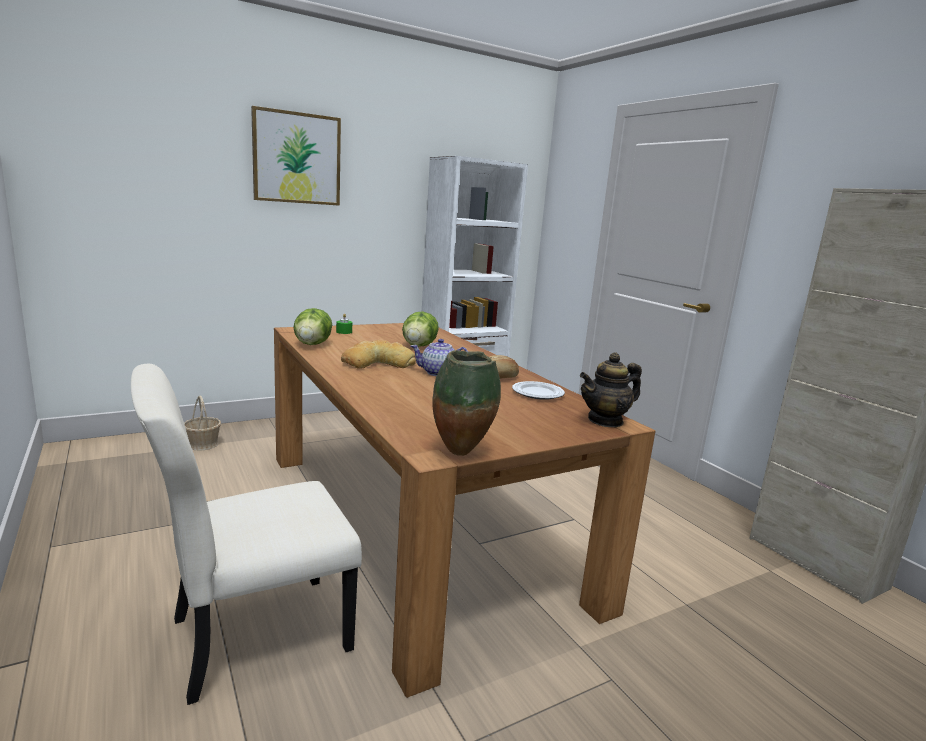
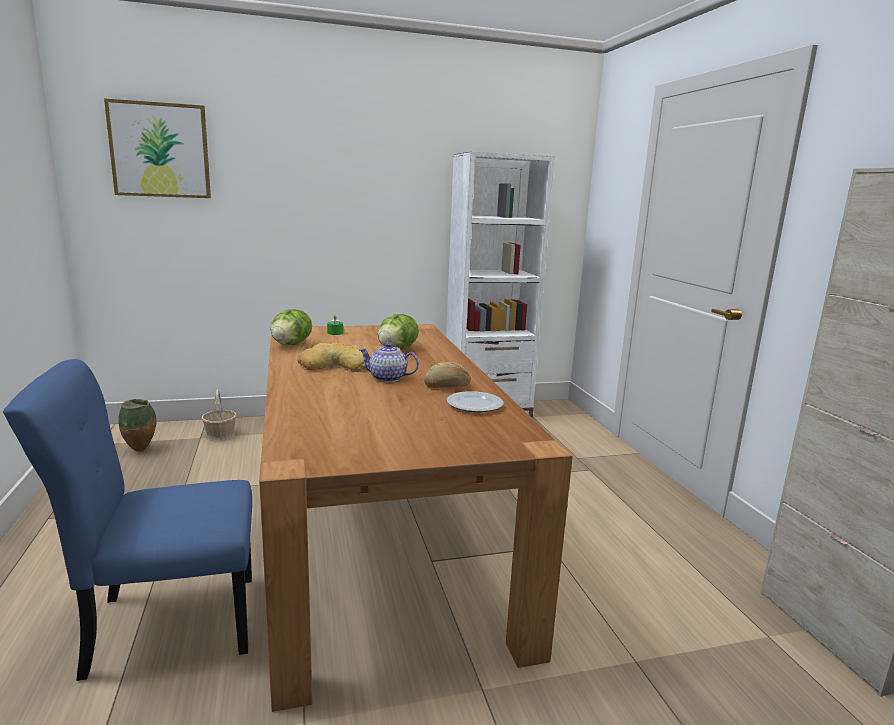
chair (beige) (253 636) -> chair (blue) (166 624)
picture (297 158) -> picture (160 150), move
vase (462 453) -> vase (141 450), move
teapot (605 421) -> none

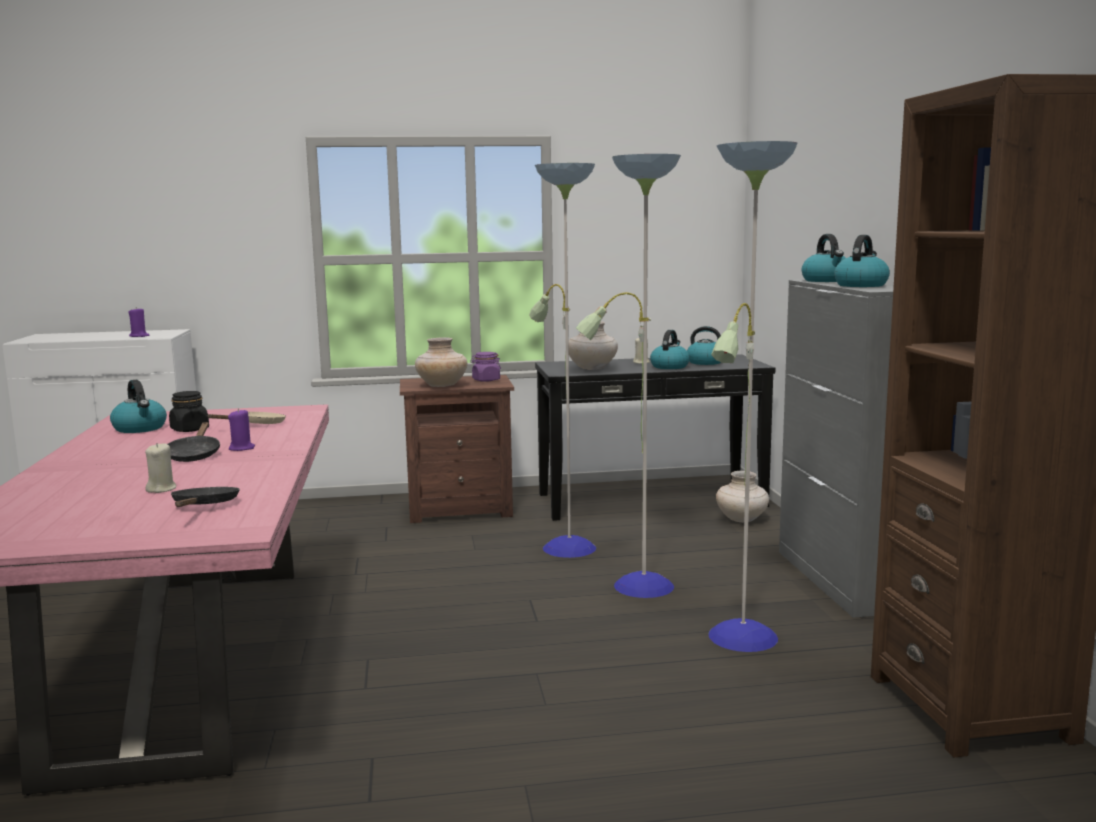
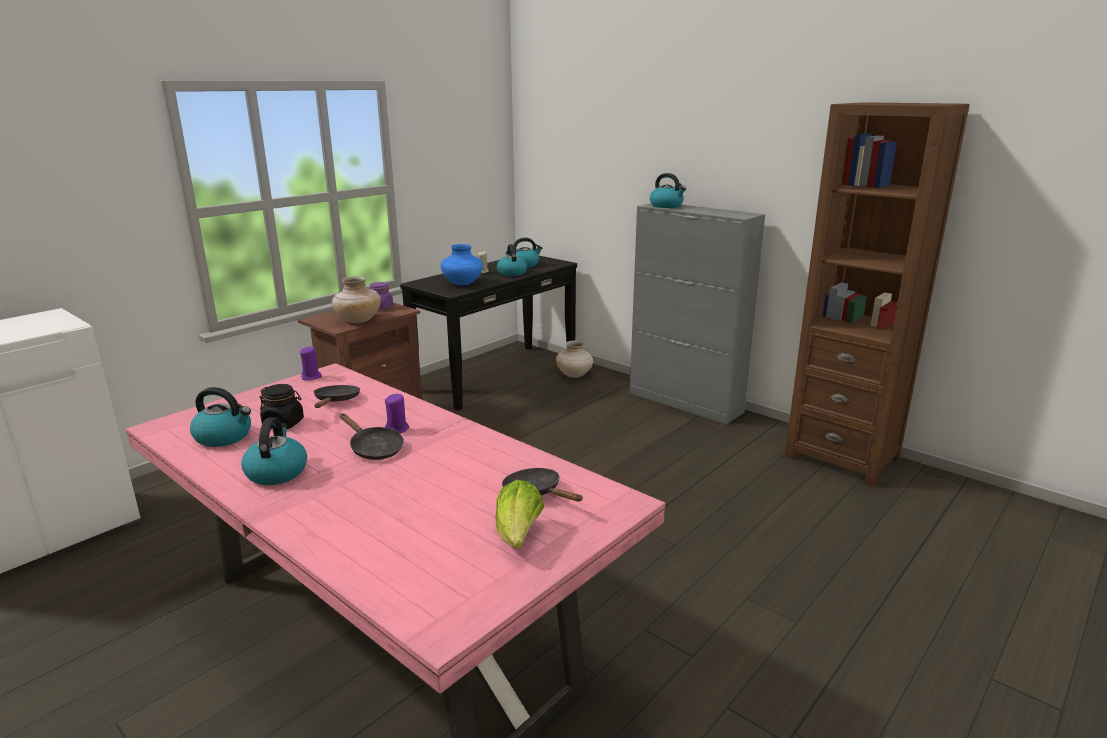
kettle (861 285) -> kettle (276 472), move
candle (purple) (139 336) -> candle (purple) (311 377), move
frying pan (beige) (257 425) -> frying pan (black) (336 401)
vase (beige) (592 368) -> vase (blue) (462 283)
none -> lettuce (518 536)
candle (beige) (161 489) -> none
floor lamp (639 587) -> none

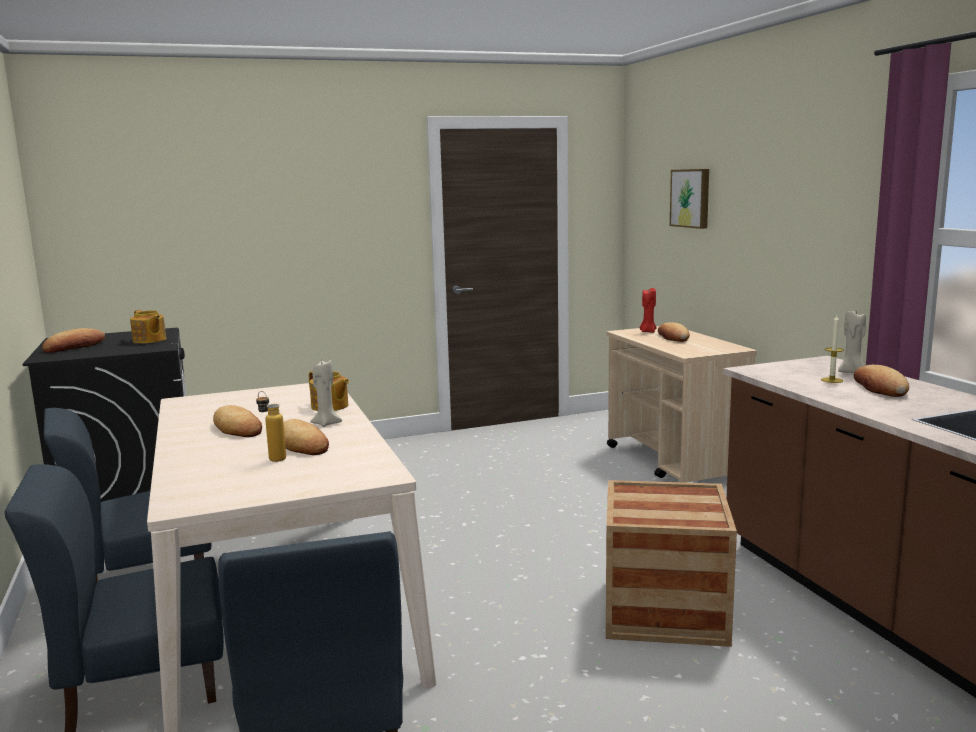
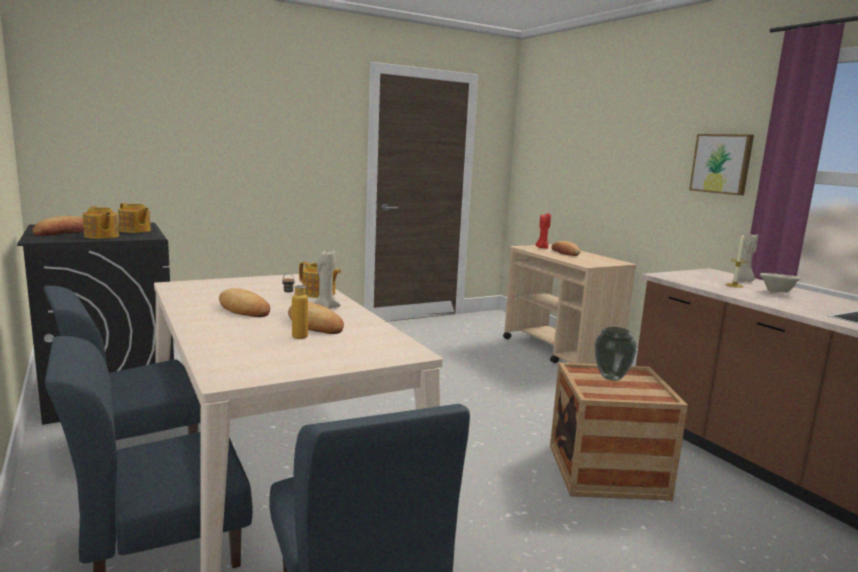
none -> teapot (101 236)
none -> vase (611 377)
picture (691 198) -> picture (722 163), move
bread (880 388) -> bowl (beige) (776 292)

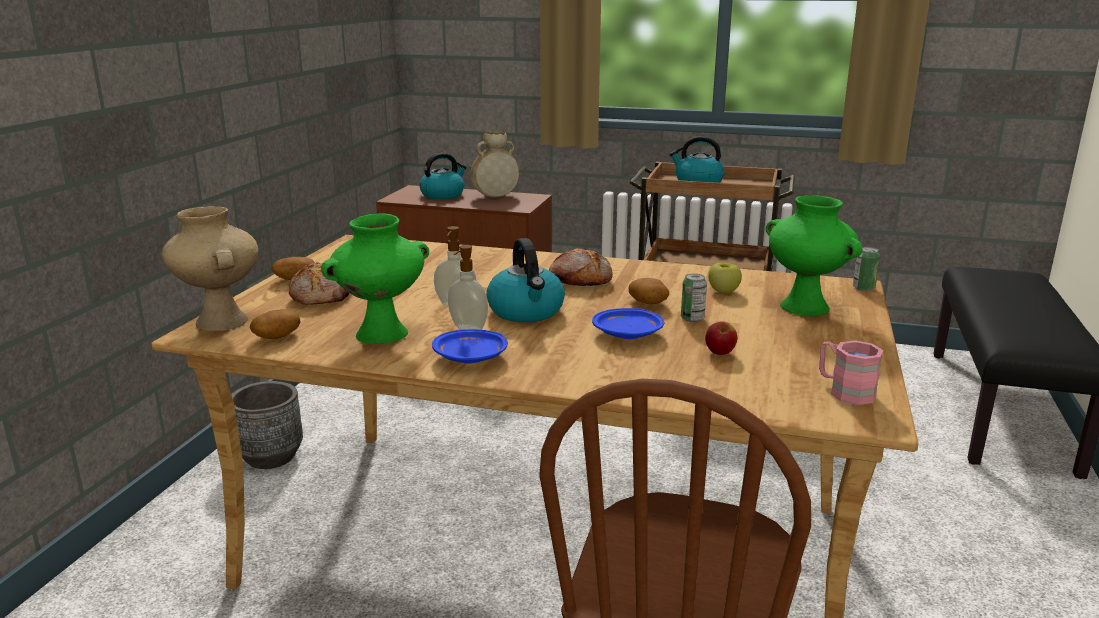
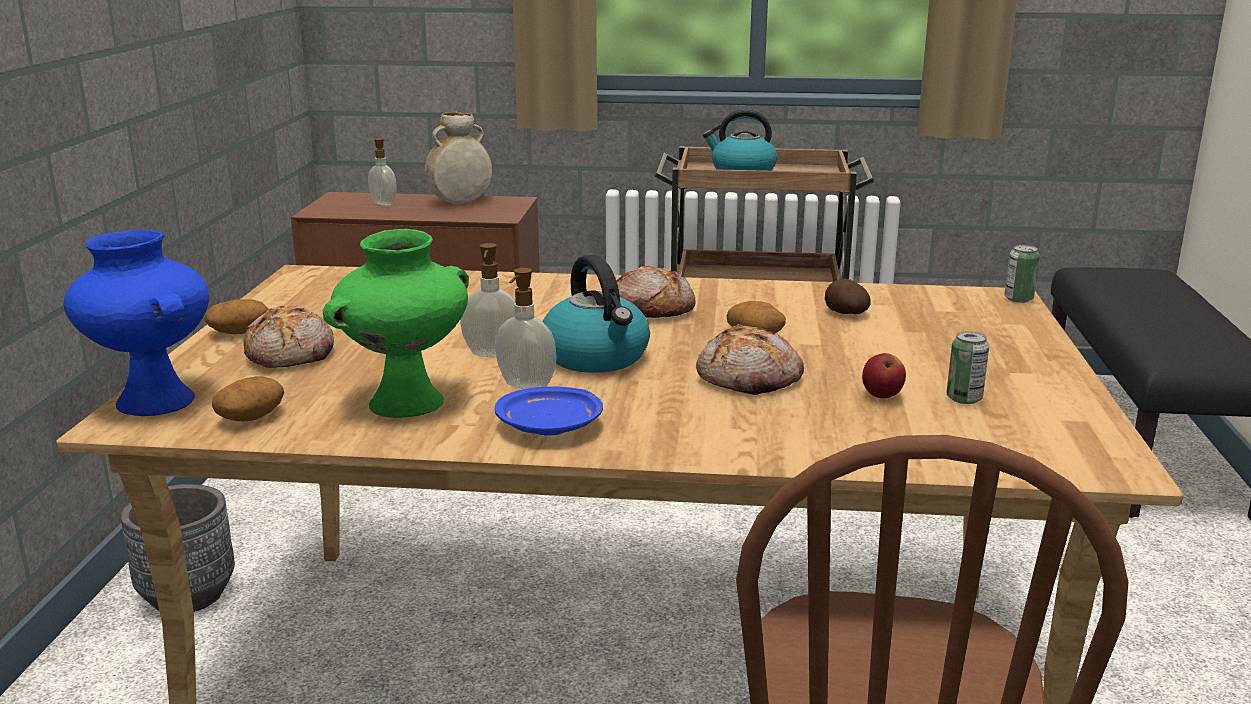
vase (beige) (220 321) -> vase (blue) (152 401)
kettle (443 195) -> soap dispenser (384 203)
plate (blue) (628 334) -> bread (750 379)
apple (723 291) -> potato (845 314)
can (692 318) -> can (964 398), move
vase (green) (806 307) -> none
mug (pink) (844 391) -> none

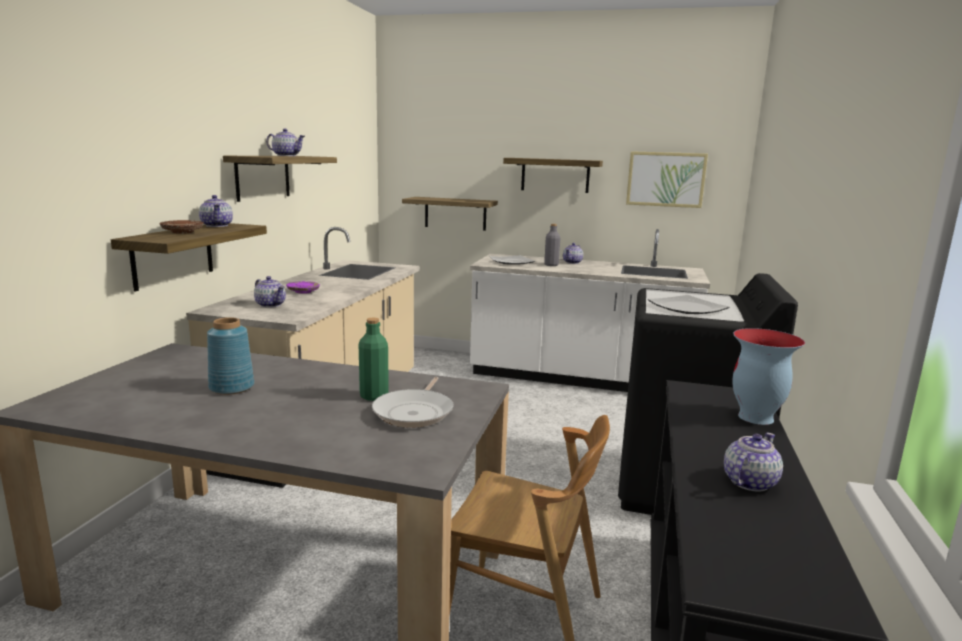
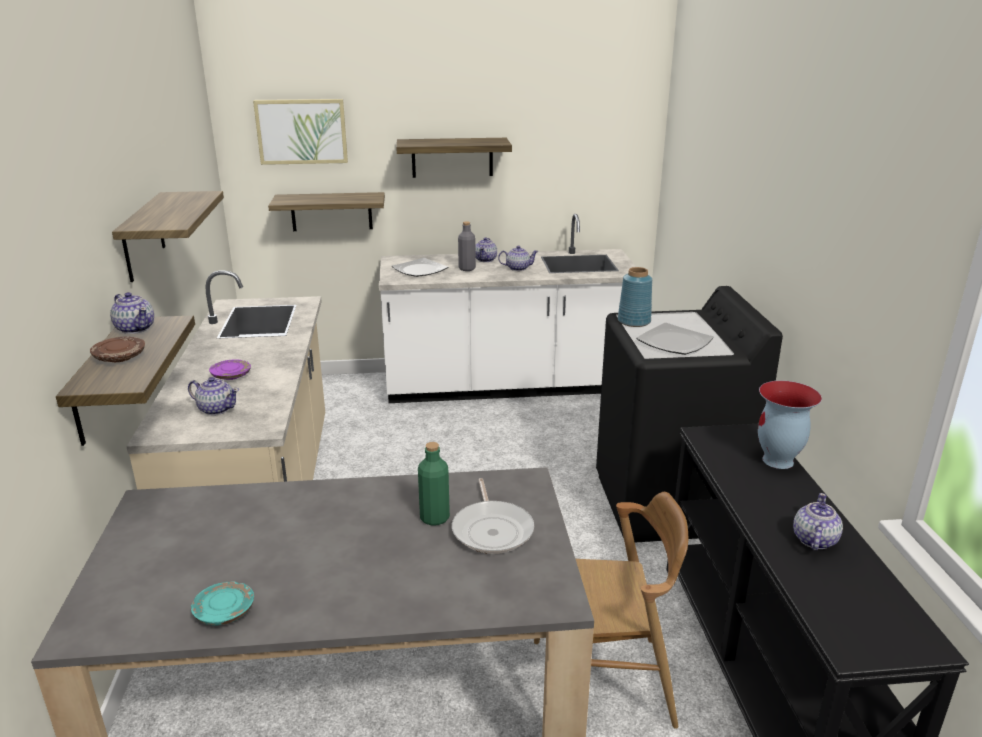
none -> plate (turquoise) (224 612)
picture (665 179) -> picture (301 131), move
teapot (286 155) -> teapot (517 268), move
vase (blue) (232 388) -> vase (blue) (634 321), move

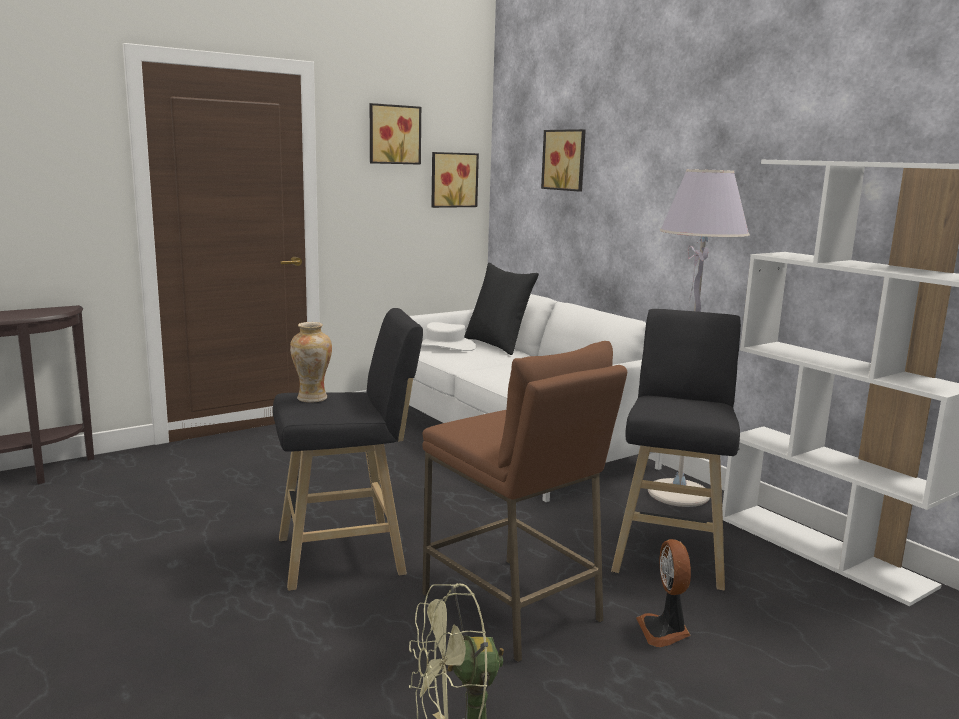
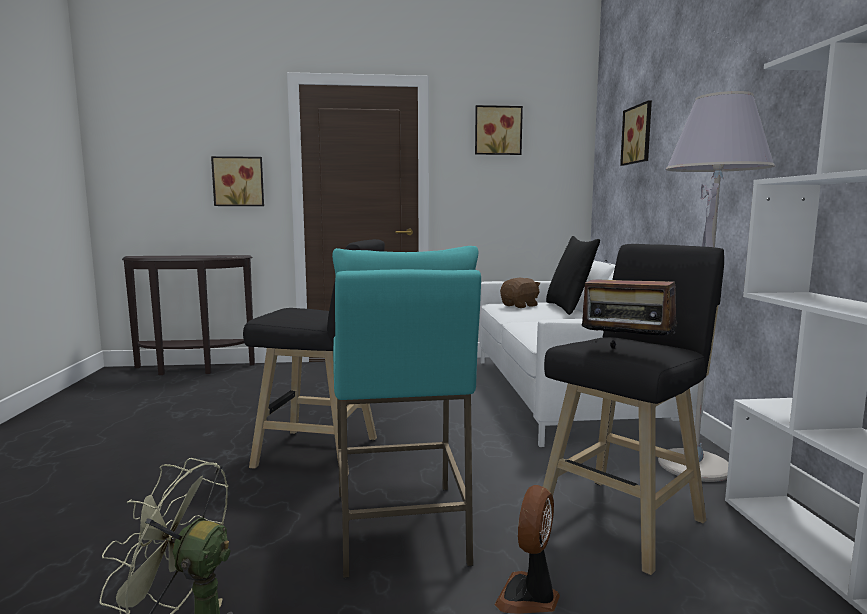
picture (453 180) -> picture (238 181), move
stool (brown) (512 607) -> stool (turquoise) (400 527)
hat (white) (445 346) -> plush toy (brown) (520 306)
none -> radio (626 353)
vase (312 398) -> none

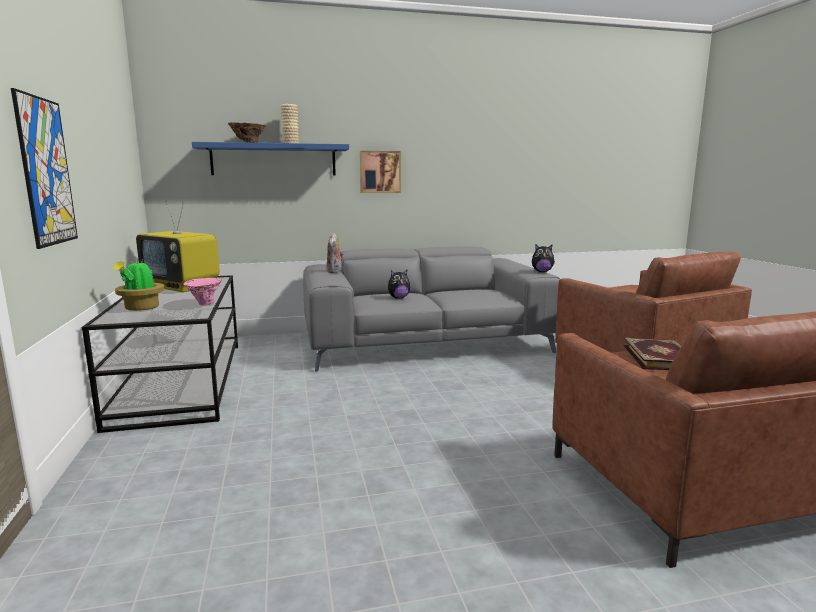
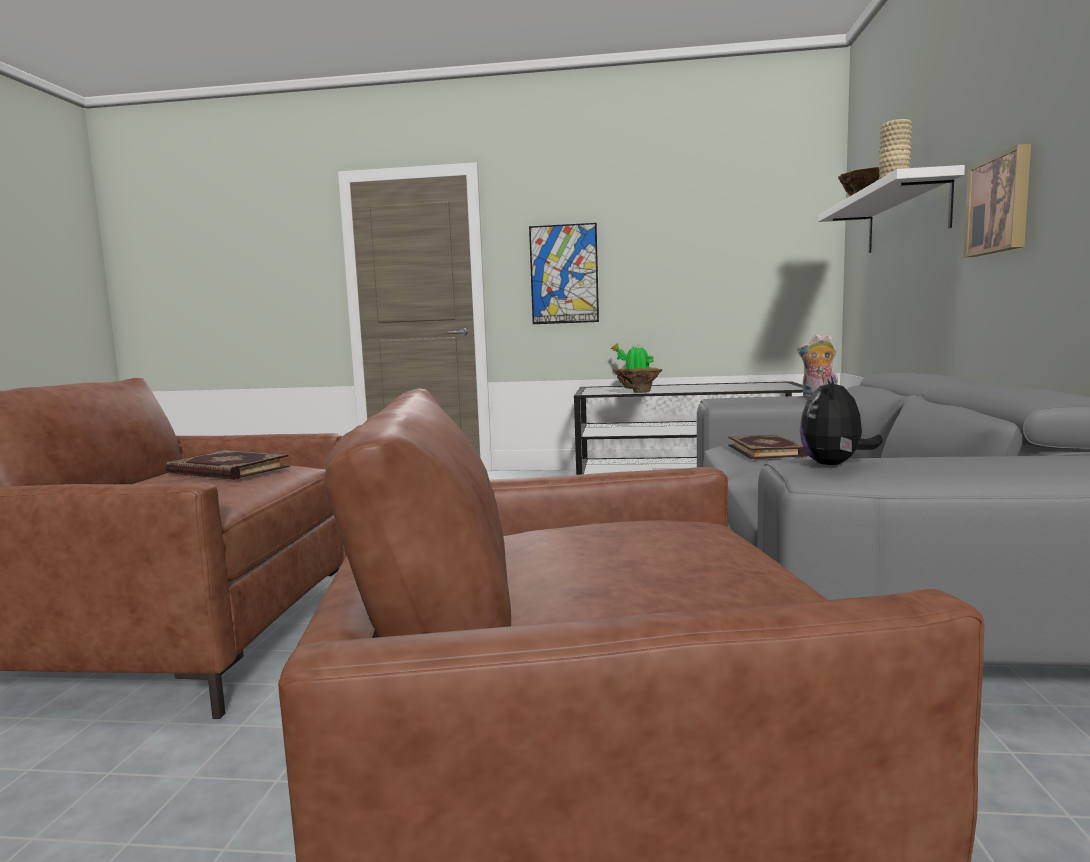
vase (pink) (204 304) -> vase (brown) (637 392)
plush toy (398 298) -> book (767 450)
shelf (blue) (274 160) -> shelf (white) (906 217)
television (182 286) -> none

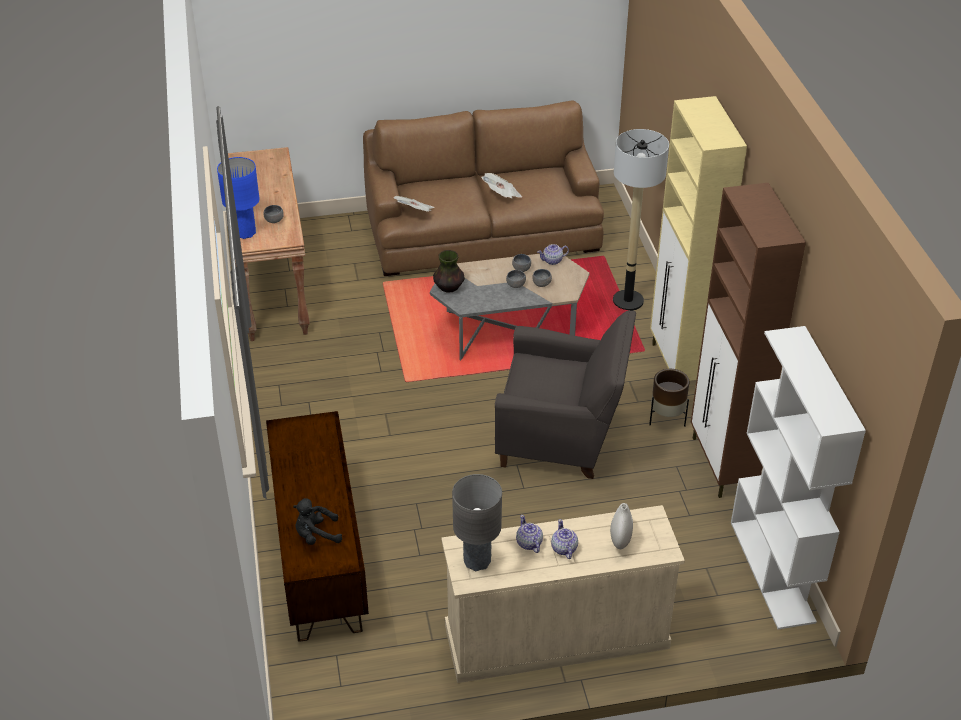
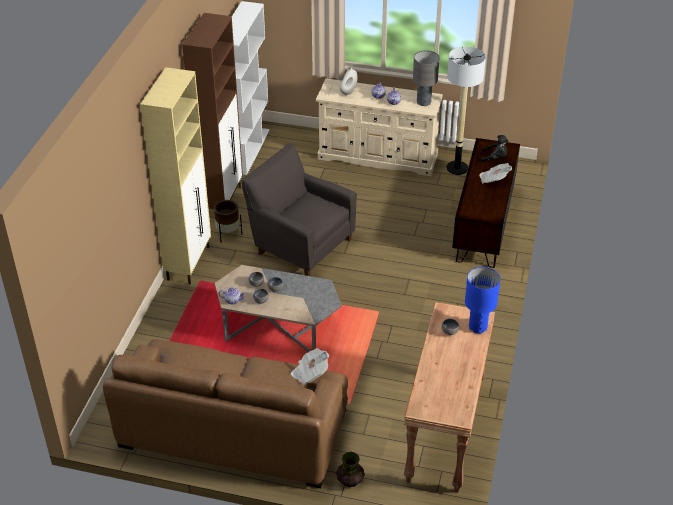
vase (448 287) -> vase (350 481), move
floor lamp (628 301) -> floor lamp (457 168), move
newspaper (502 195) -> newspaper (493 180), move

